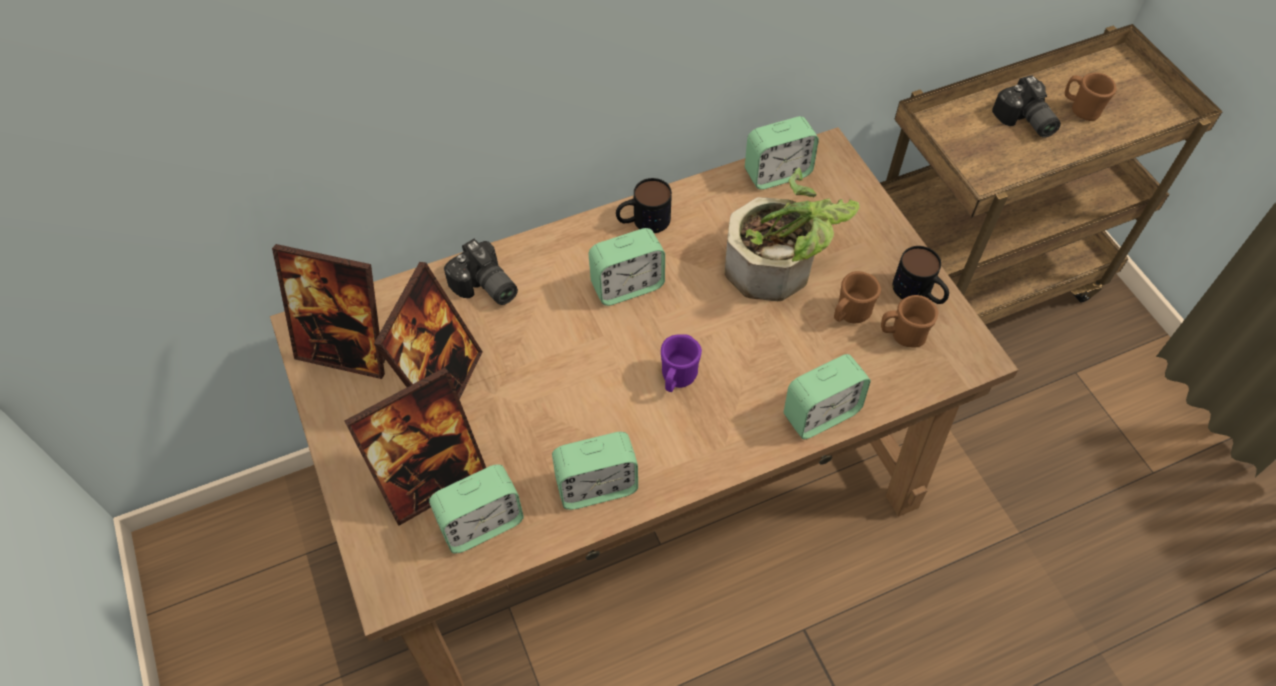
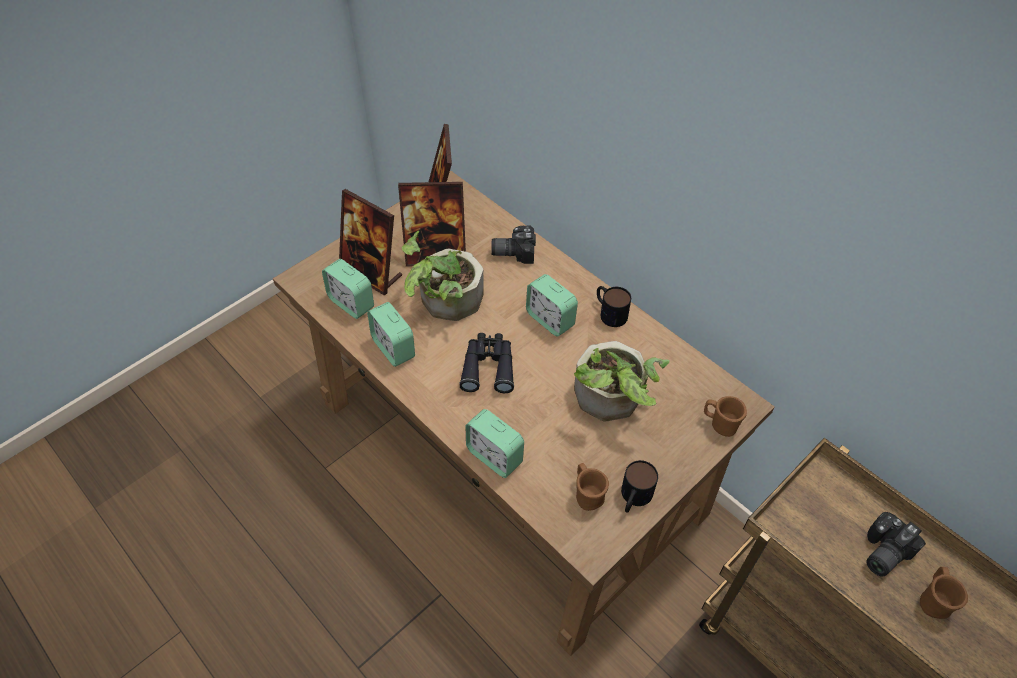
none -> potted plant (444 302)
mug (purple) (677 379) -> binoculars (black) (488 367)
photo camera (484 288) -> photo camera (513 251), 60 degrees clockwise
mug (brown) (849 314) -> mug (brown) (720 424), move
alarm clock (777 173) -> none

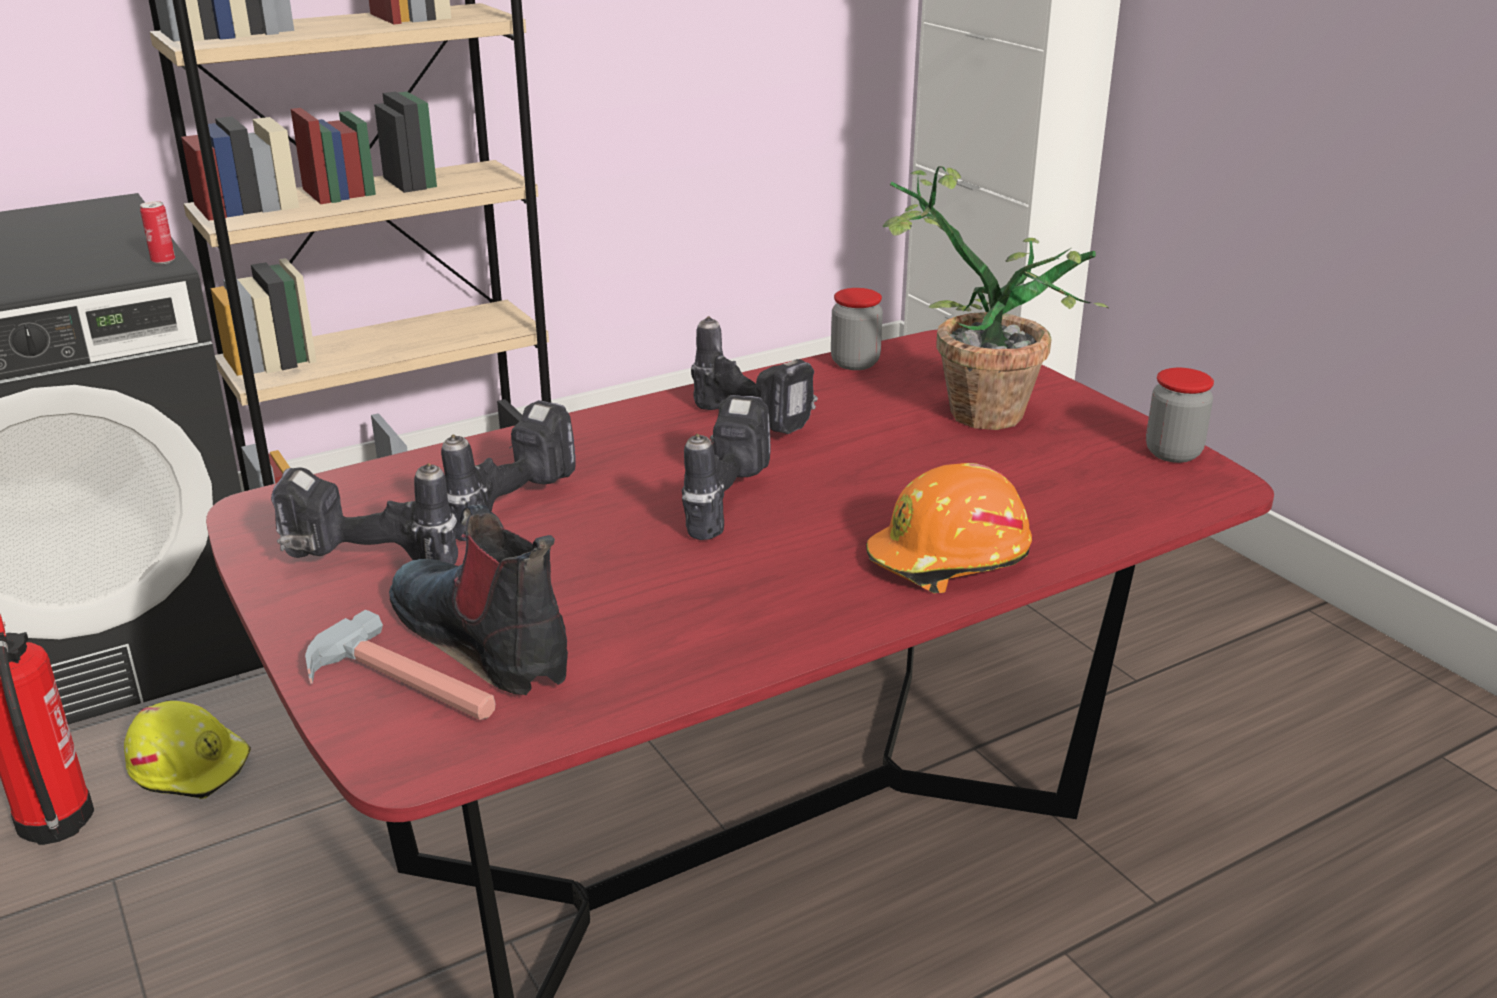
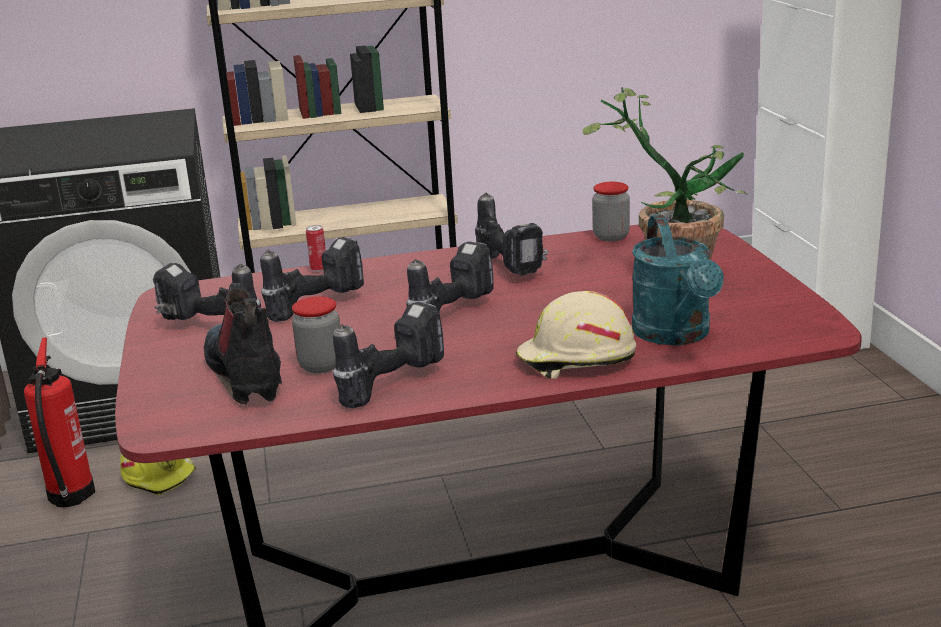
jar (1173 453) -> jar (321 365), move
can (163 261) -> can (319 269), move
none -> power drill (390 382)
hard hat (orange) (948 559) -> hard hat (beige) (576 359)
none -> watering can (turquoise) (676 335)
hammer (401 685) -> none

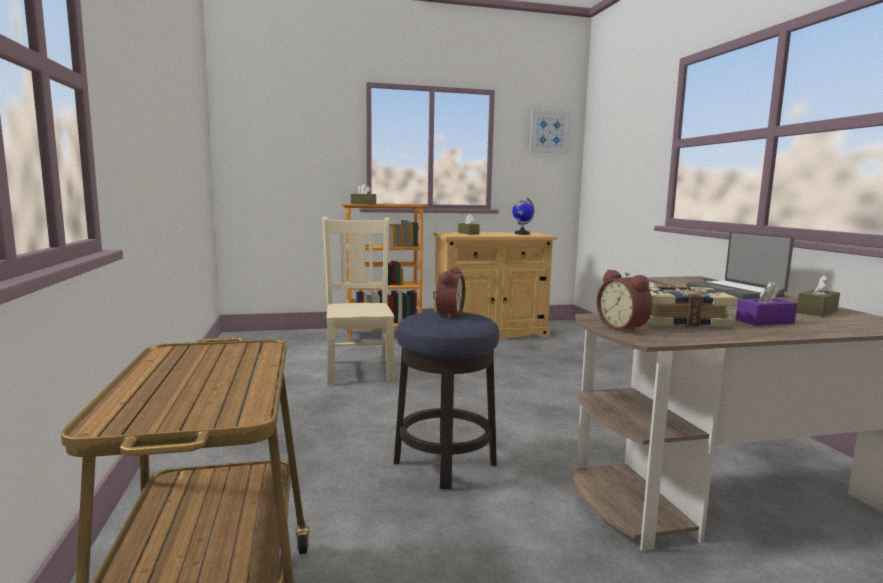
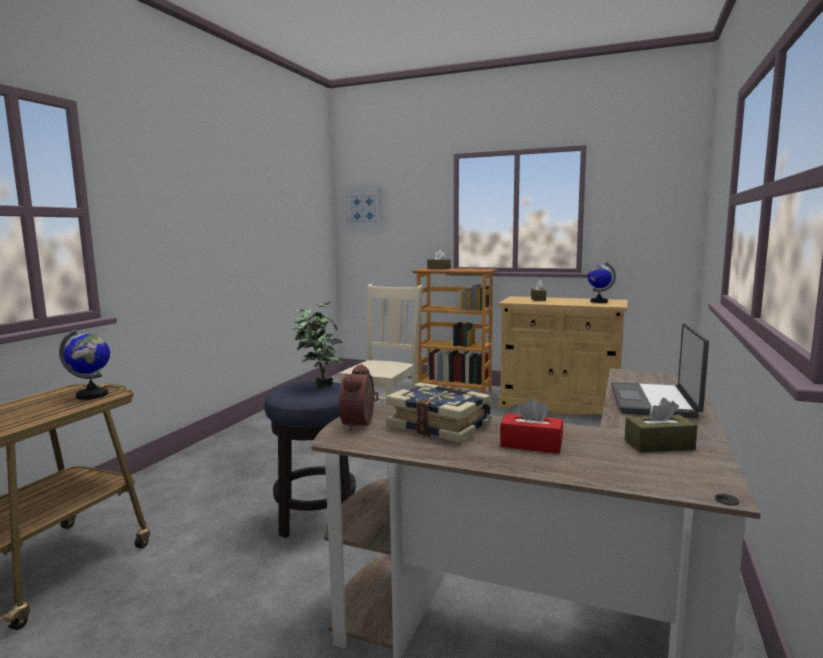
none -> globe (92 395)
alarm clock (447 314) -> potted plant (318 386)
picture (549 132) -> picture (364 208), move
tissue box (purple) (764 321) -> tissue box (red) (531 444)

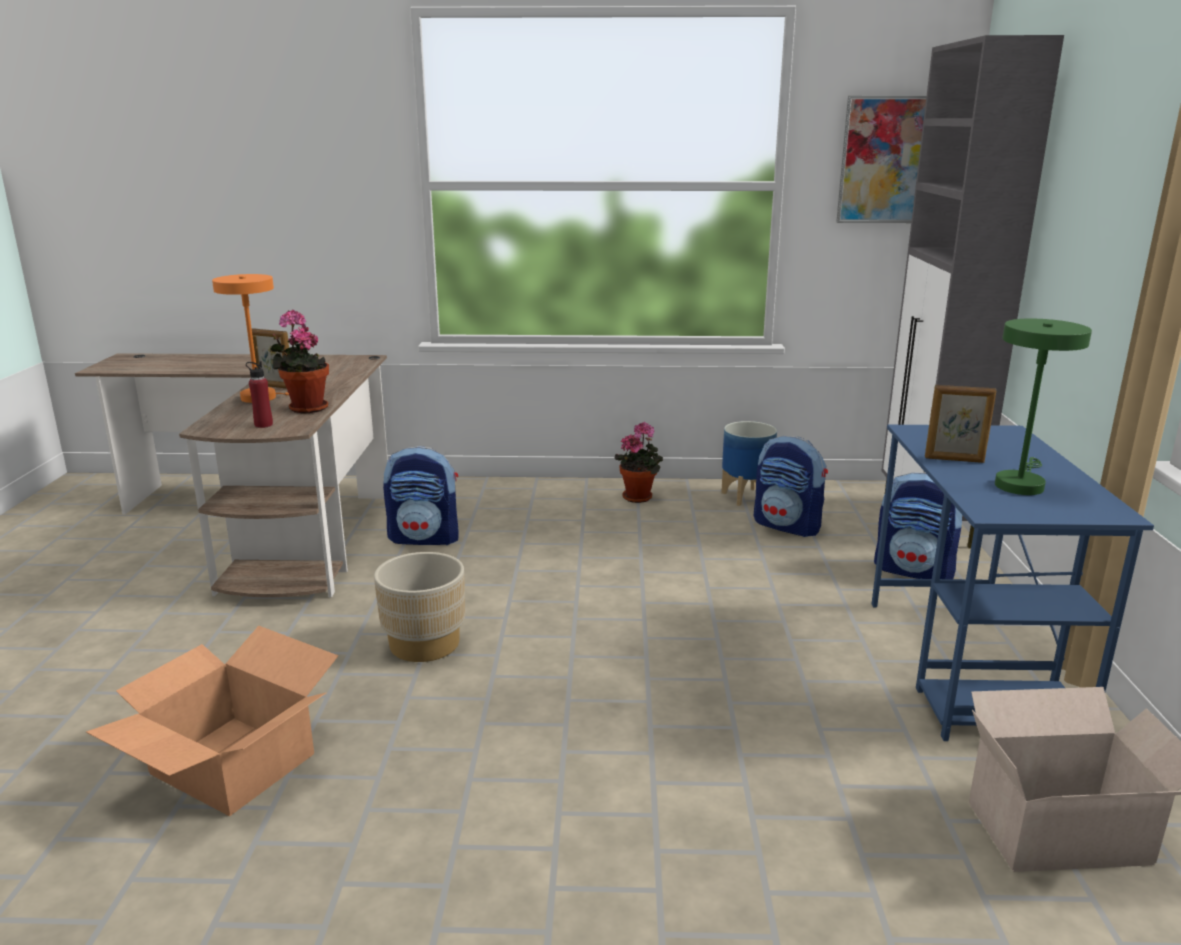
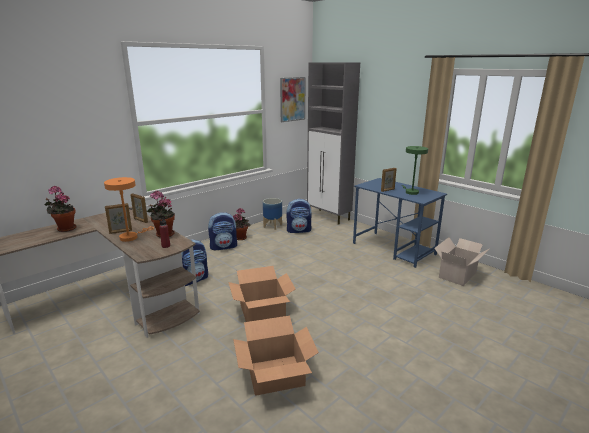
none -> potted plant (65 229)
none -> picture frame (140 220)
backpack (915 571) -> backpack (223 247), move
planter (beige) (424 644) -> cardboard box (262 310)

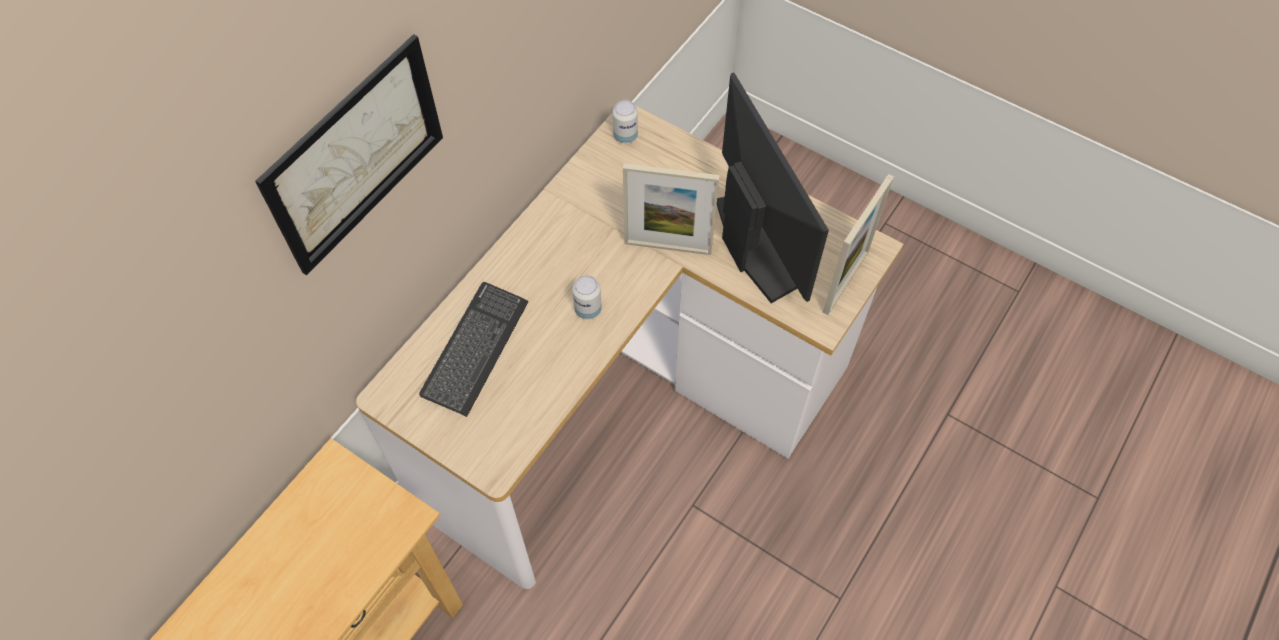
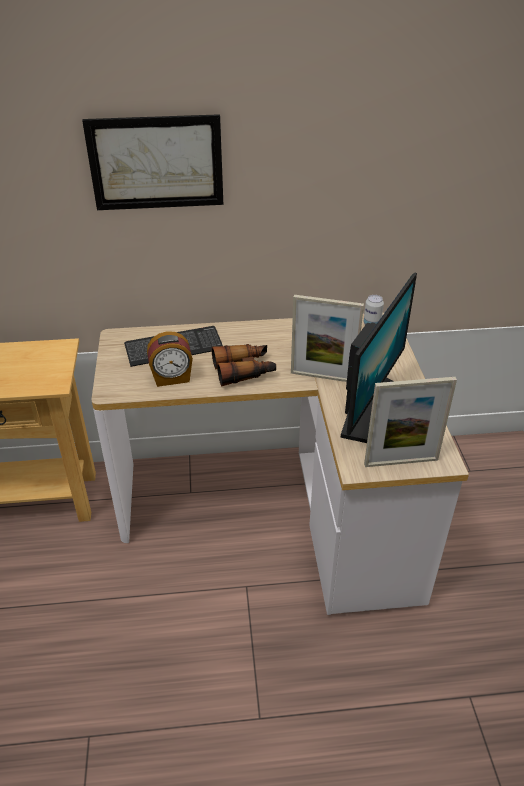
none -> alarm clock (172 378)
can (588 309) -> binoculars (244 371)
picture frame (667 247) -> picture frame (322 377), 45 degrees counterclockwise

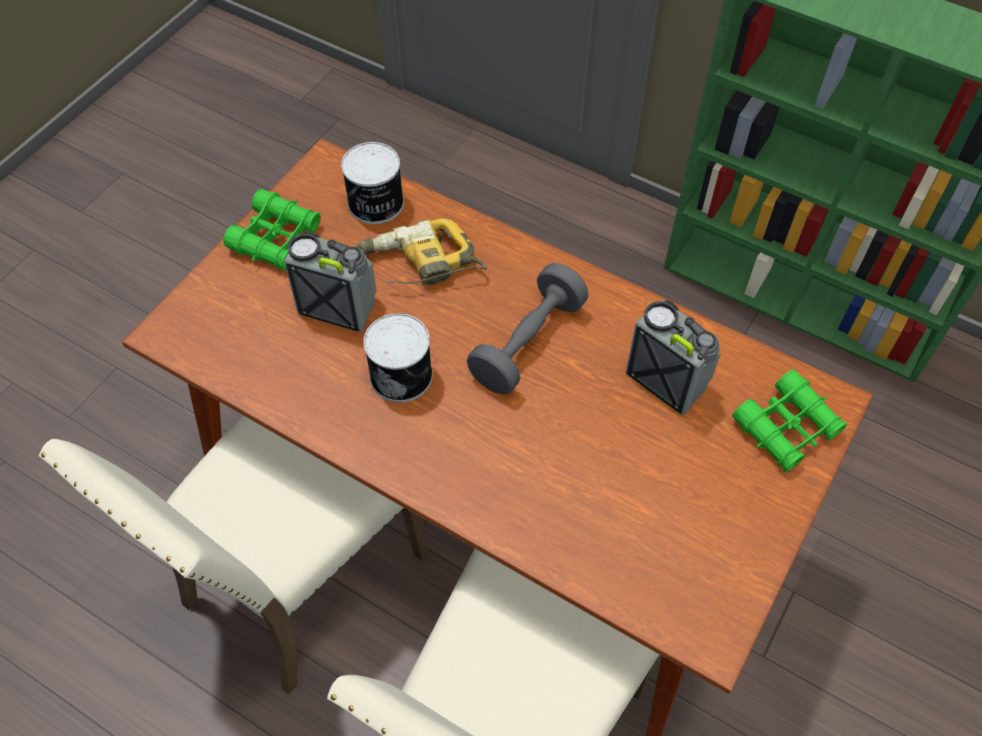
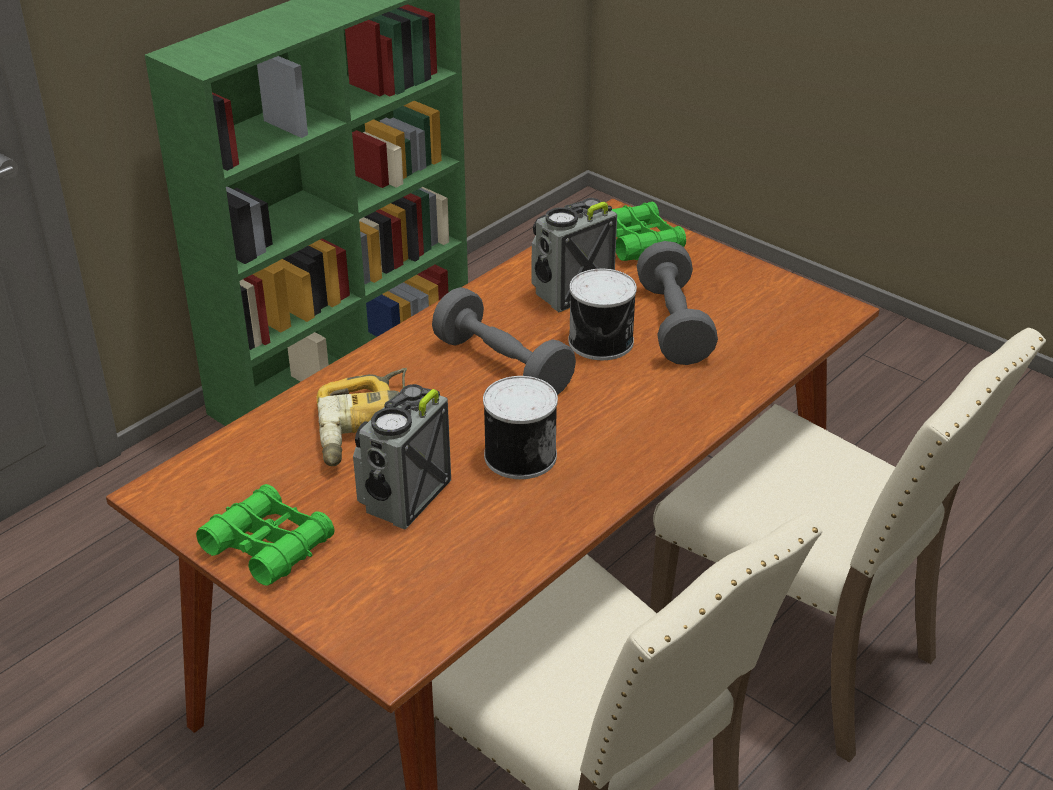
can (375 204) -> can (602 341), move
none -> dumbbell (grey) (673 324)

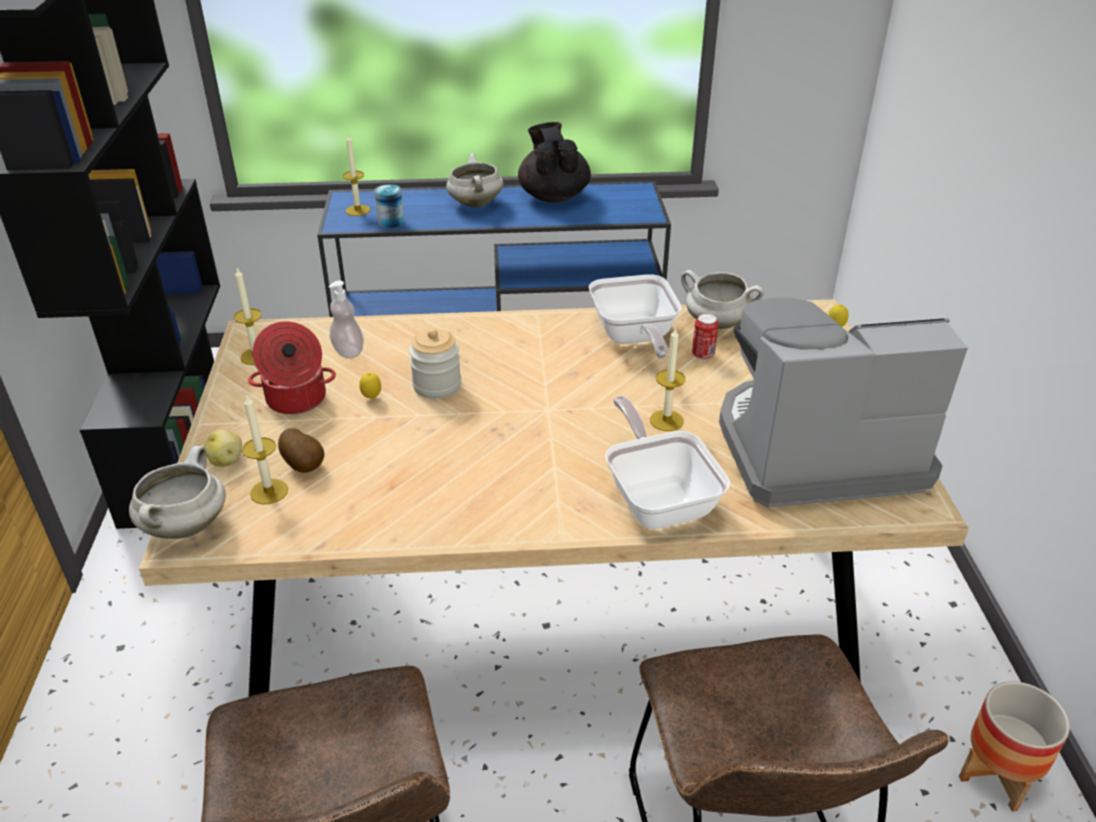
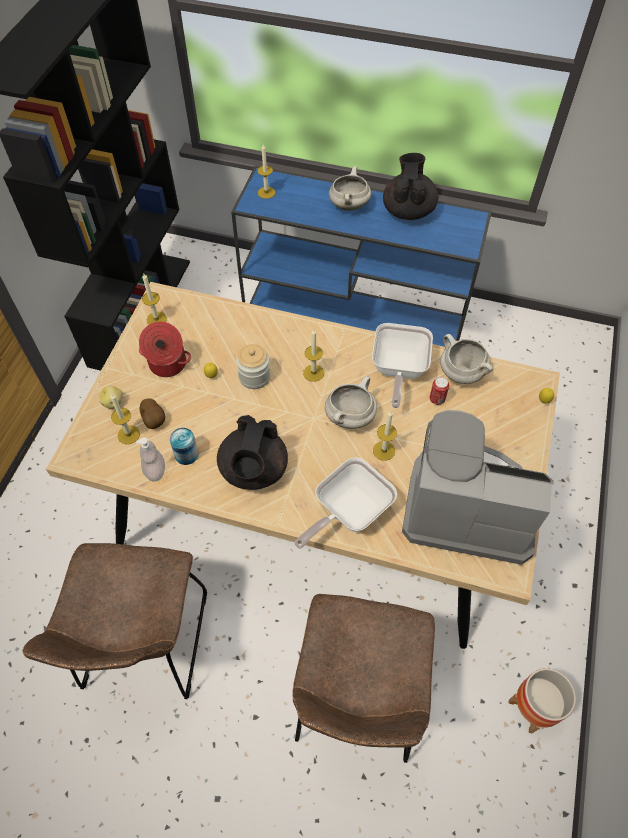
soap dispenser (348 351) -> soap dispenser (155 470), move
can (391 222) -> can (186 454), move
none -> teapot (black) (254 470)
frying pan (658 498) -> frying pan (347 512), 135 degrees counterclockwise
none -> candle (313 373)
cooking pot (white) (185 525) -> cooking pot (white) (349 416), move

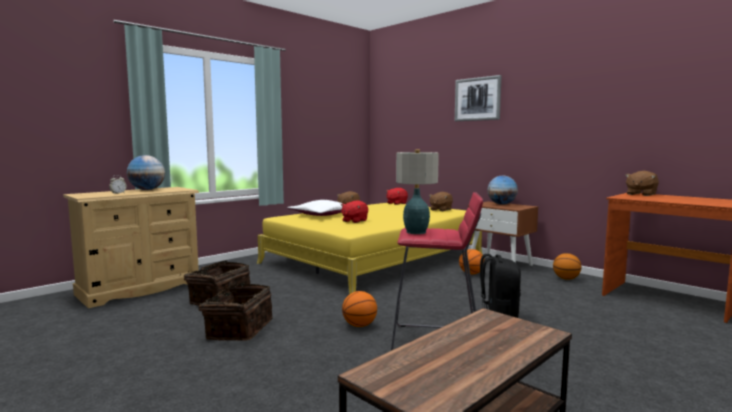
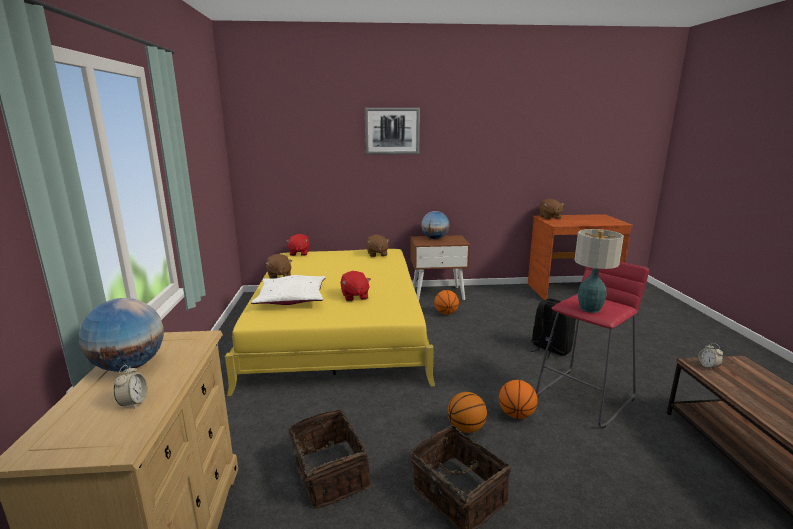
basketball (566 279) -> basketball (466 428), move
none -> alarm clock (708 366)

